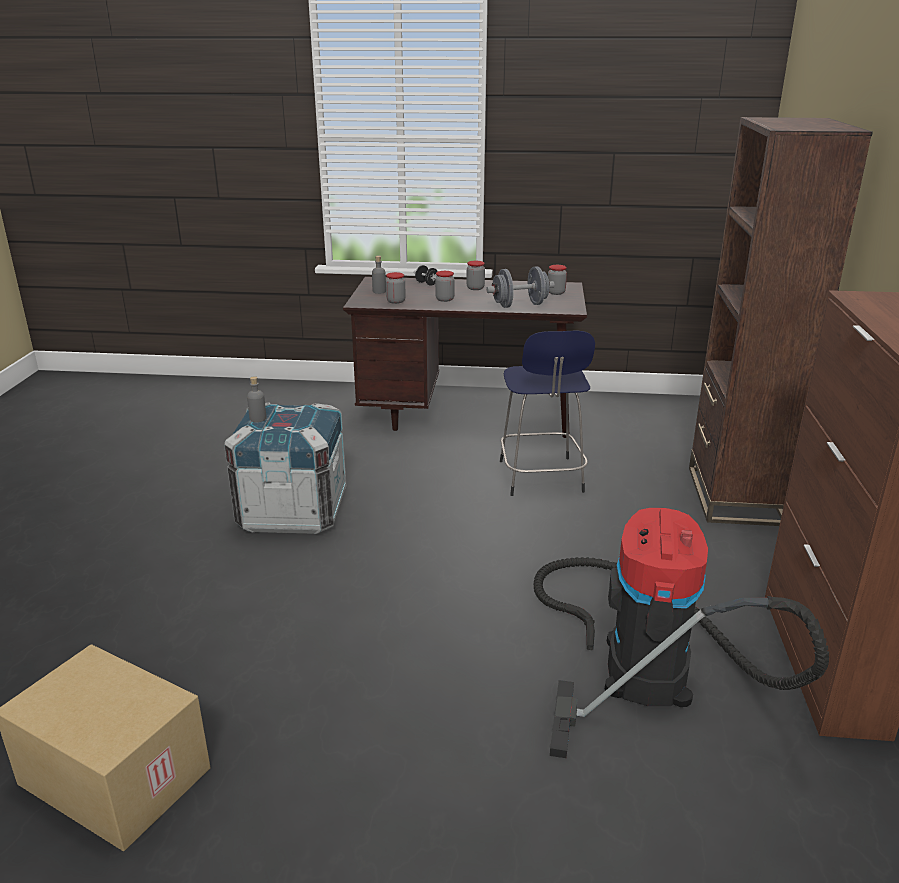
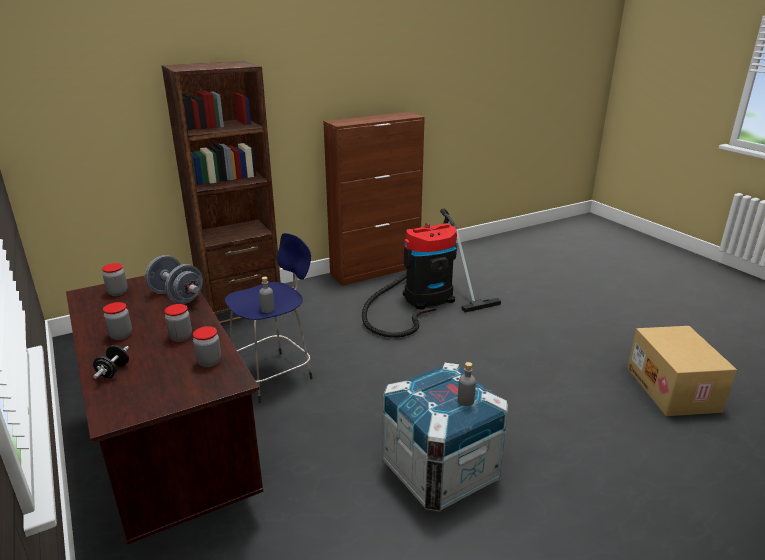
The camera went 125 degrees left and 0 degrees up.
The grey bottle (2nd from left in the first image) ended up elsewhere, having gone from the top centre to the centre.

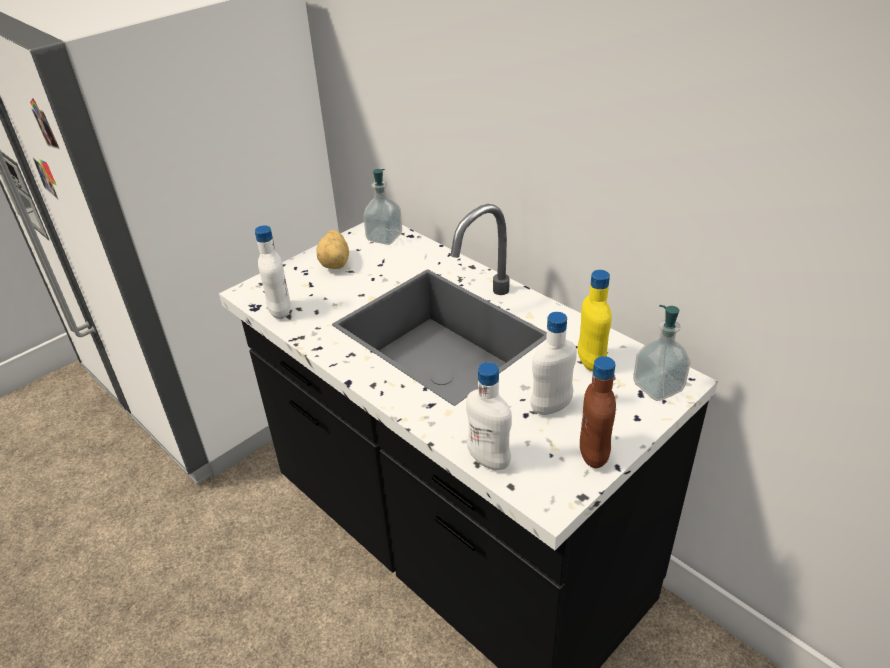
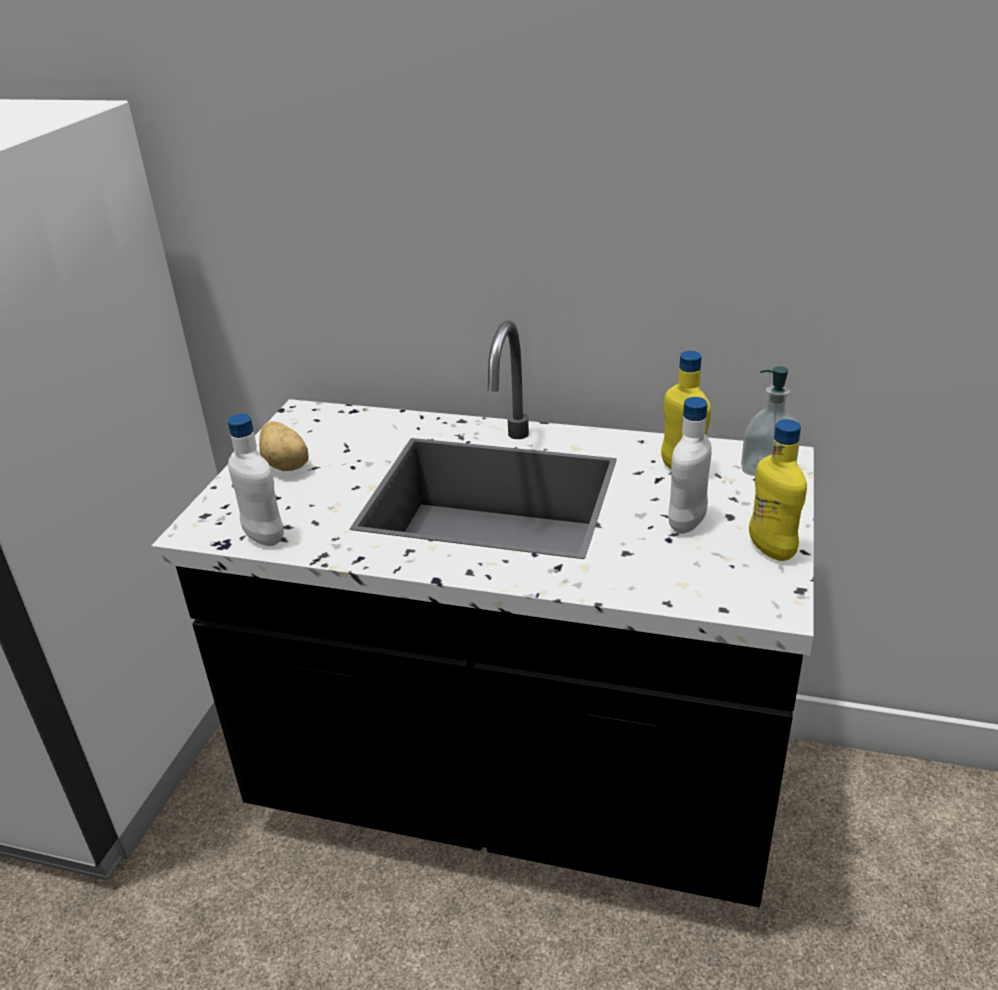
The camera went 30 degrees left and 5 degrees down.
The second view lost the soap dispenser (1st from left) at the top centre.
The second view lost the white bottle (2nd from left) at the centre.
What was the brown bottle at the middle right turned into the yellow bottle (2nd from left) at the middle right.

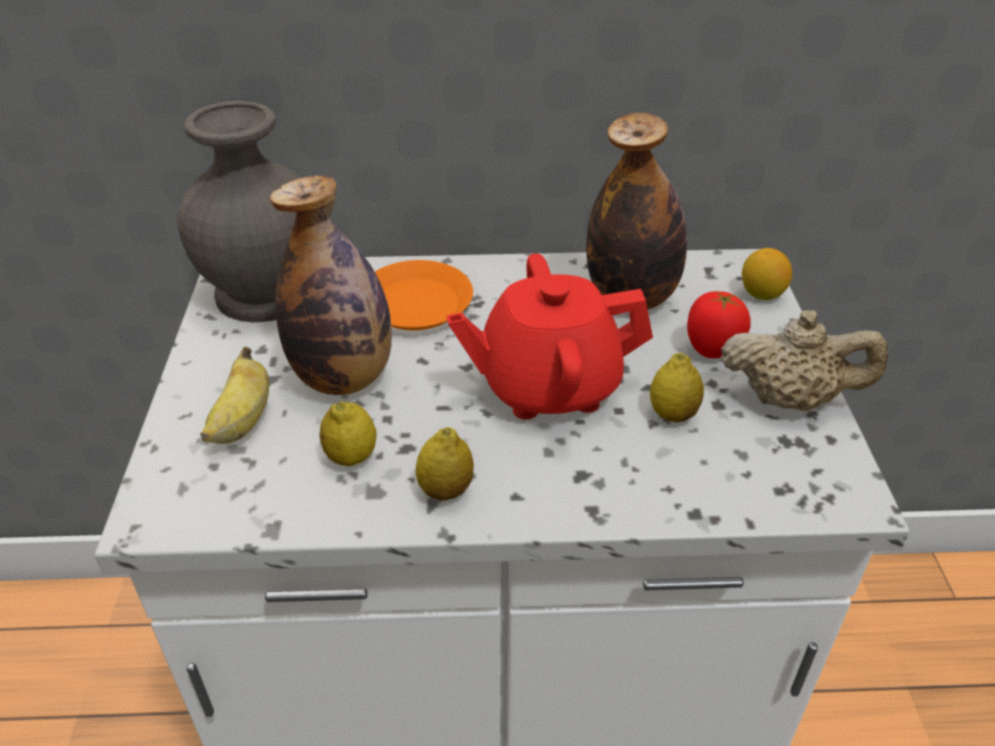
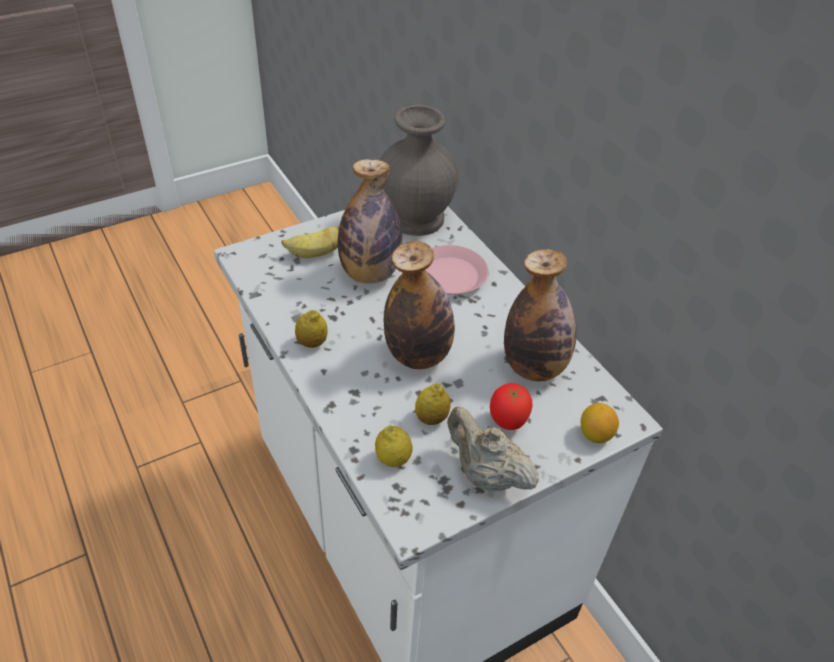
The camera went 60 degrees right and 5 degrees up.
The lemon (1st from left in the first image) ended up elsewhere, having gone from the centre to the bottom centre.
What was the orange plate at the centre turned into the pink plate at the centre.
Where the red teapot stood at the centre, the bottle (2nd from left) came to stand at the centre.
The beige teapot at the middle right ended up facing another way, 150 degrees clockwise from before.

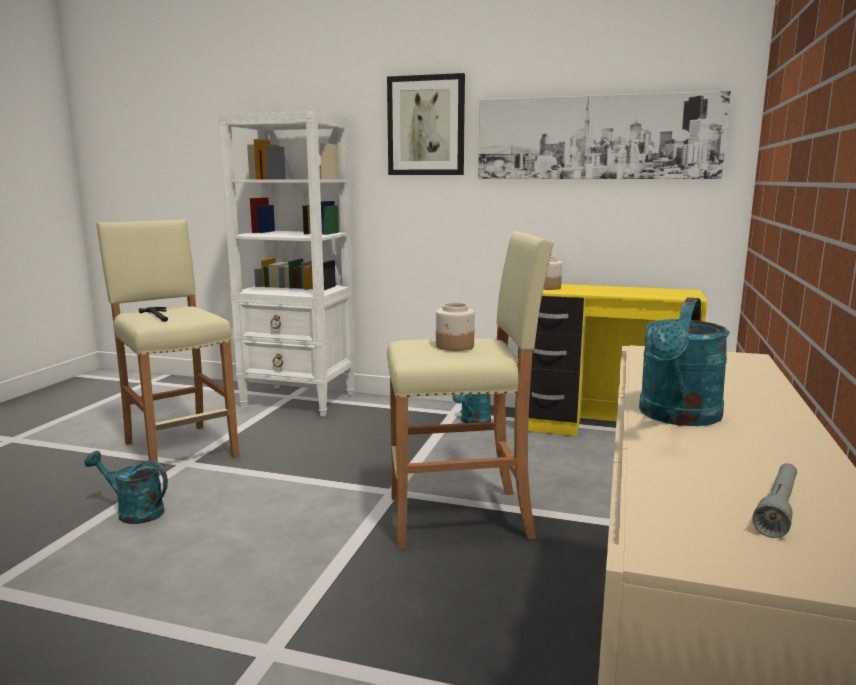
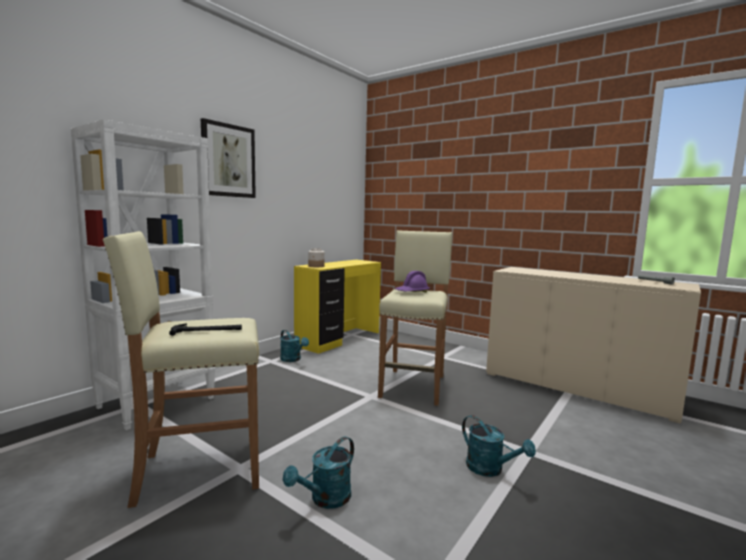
The camera went 70 degrees left and 5 degrees down.
Where the jar (1st from left) stood at the centre, the purple hard hat came to stand at the centre.
The second view lost the picture (2nd from left) at the top right.
The turquoise watering can (3rd from left) ended up elsewhere, having gone from the middle right to the bottom right.

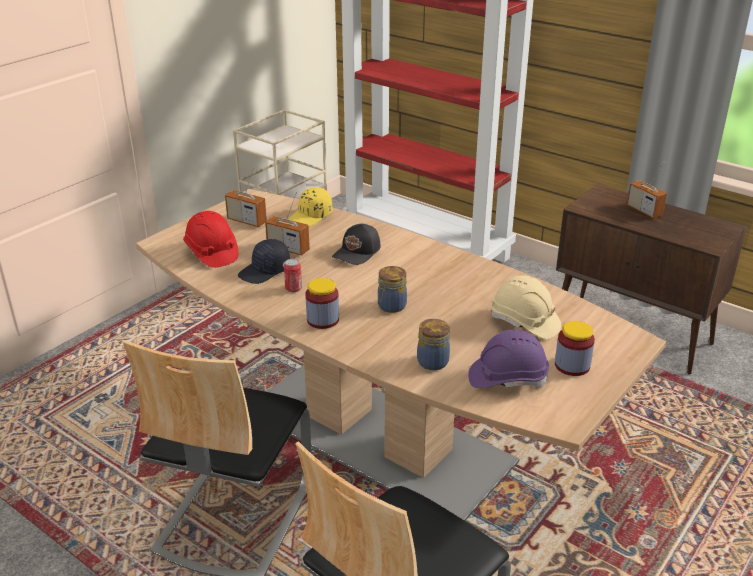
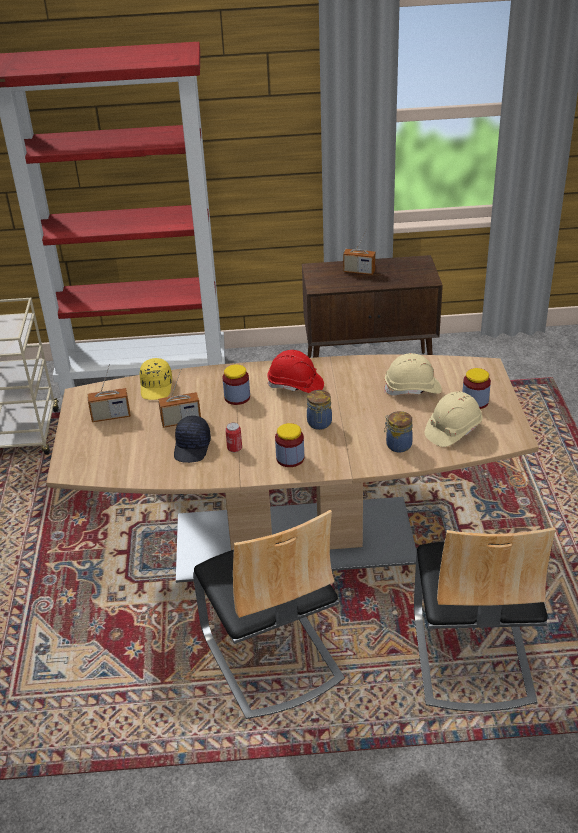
The camera went 40 degrees left and 5 degrees up.
The red hard hat ended up elsewhere, having gone from the middle left to the centre.
Where the black cap (2nd from left) stood at the centre, the jar (1st from left) came to stand at the centre.
What was the purple hard hat at the middle right turned into the beige hard hat (2nd from left) at the middle right.

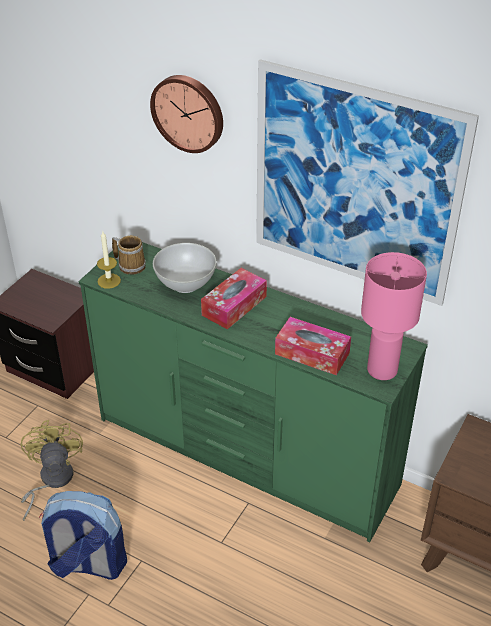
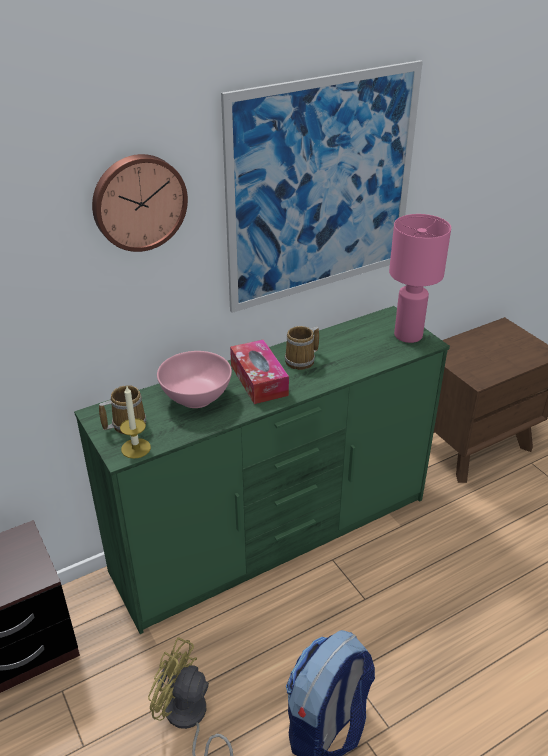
The camera went 60 degrees left and 5 degrees down.
What was the white bowl at the centre turned into the pink bowl at the centre.
The second view lost the tissue box (2nd from left) at the centre.
The second view gained the mug (2nd from left) at the centre.

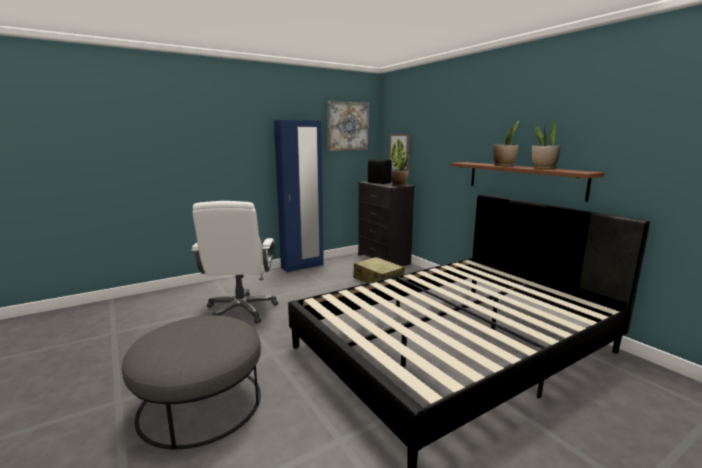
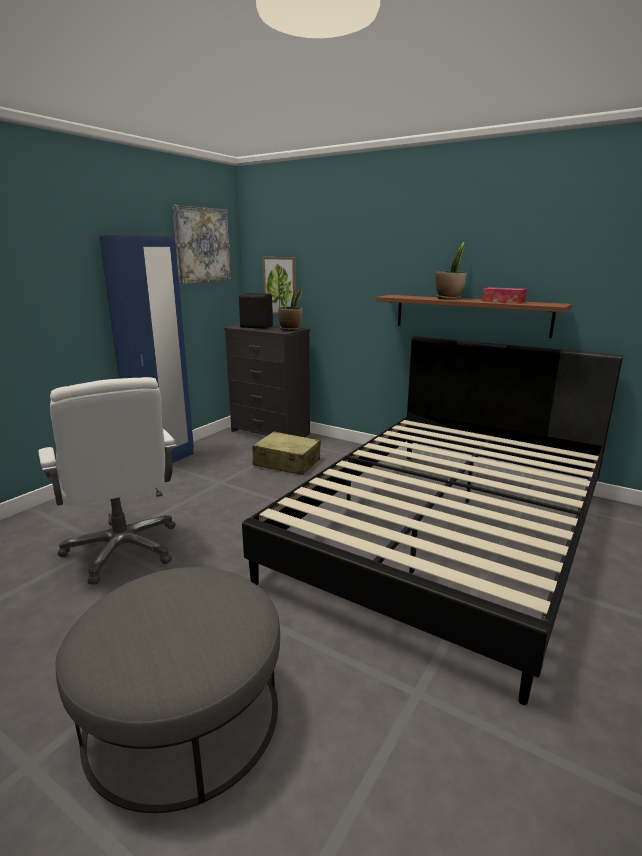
The camera went 25 degrees left and 5 degrees up.
Where the potted plant (3rd from left) stood at the top right, the tissue box came to stand at the middle right.

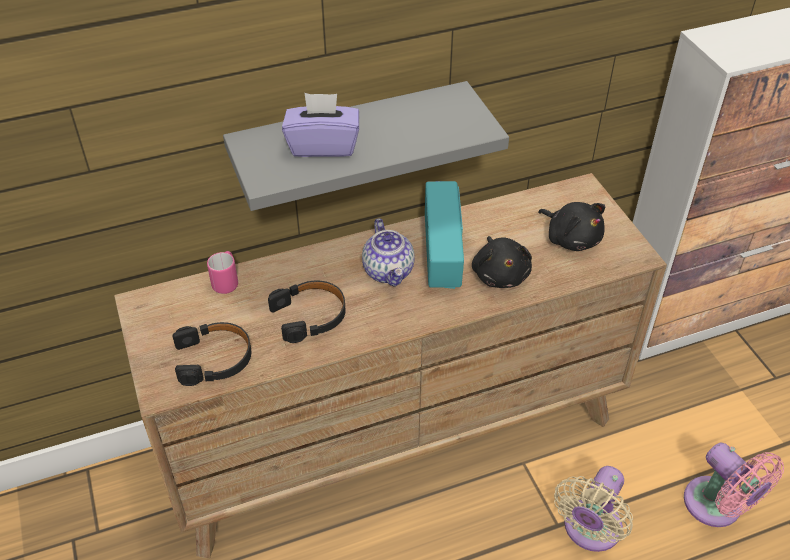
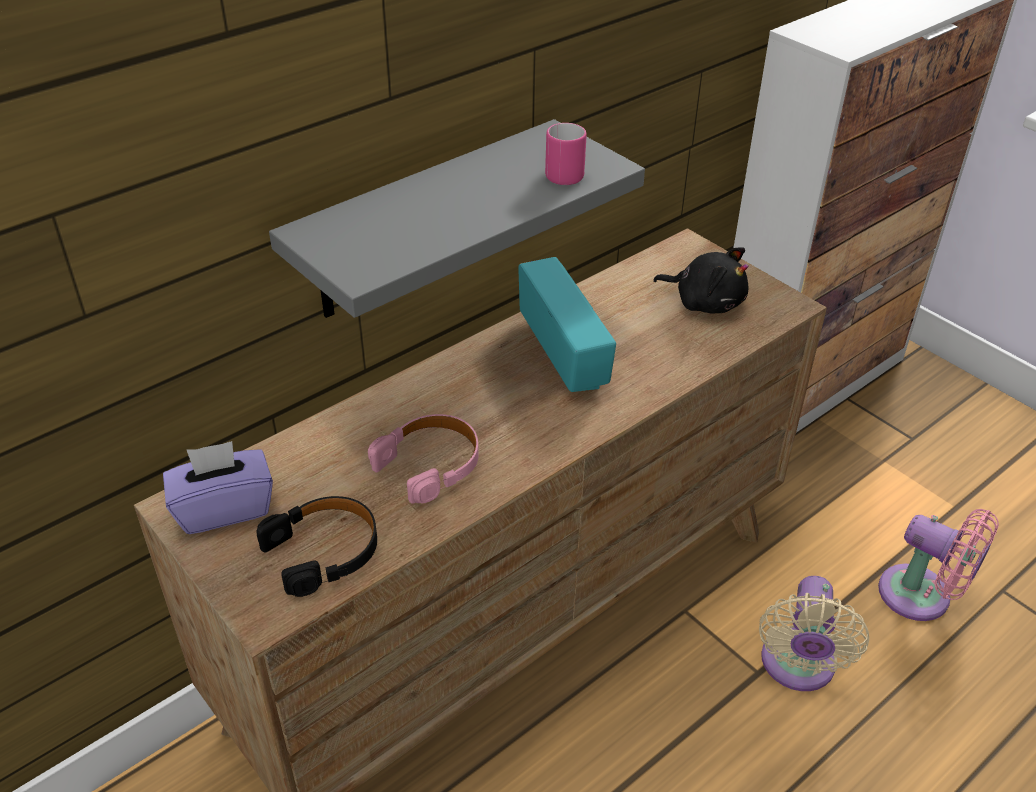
The camera went 20 degrees left and 5 degrees down.
The pink mug ended up elsewhere, having gone from the middle left to the top centre.
What was the black headphones (2nd from left) at the centre turned into the pink headphones at the centre.
The purple tissue box ended up elsewhere, having gone from the top centre to the middle left.
The second view lost the teapot at the centre.
The second view lost the black plush toy (1st from left) at the centre.

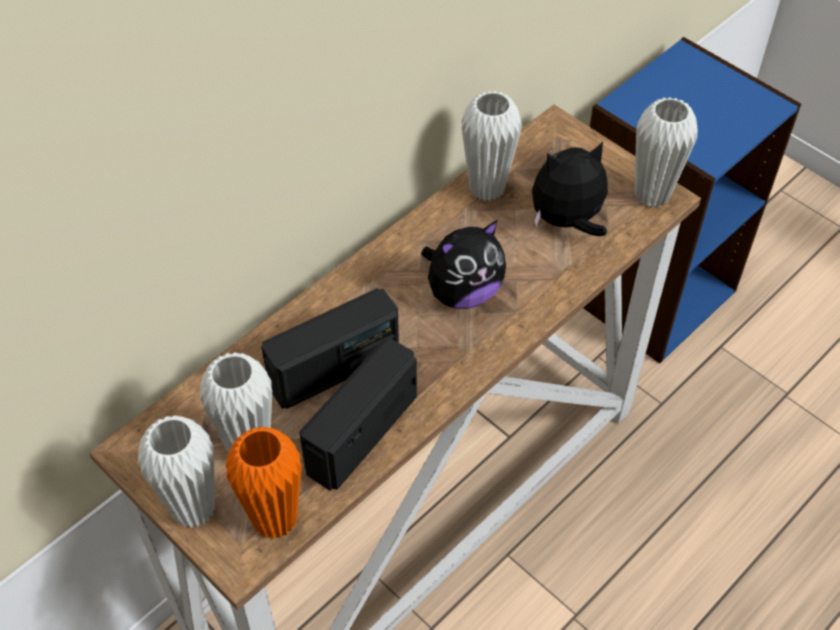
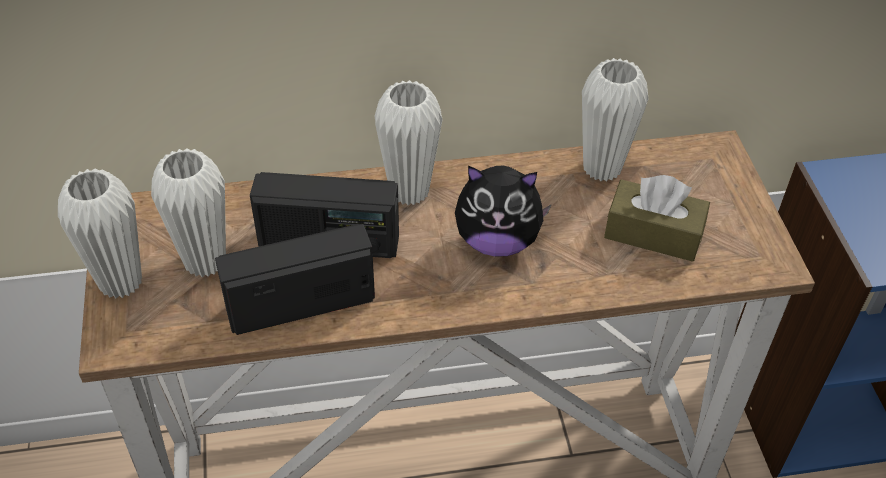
The camera went 35 degrees right and 5 degrees down.
The second view lost the orange vase at the bottom left.
Where the plush toy (2nd from left) stood at the top right, the brown tissue box came to stand at the middle right.
The white vase (4th from left in the first image) ended up elsewhere, having gone from the top right to the top centre.

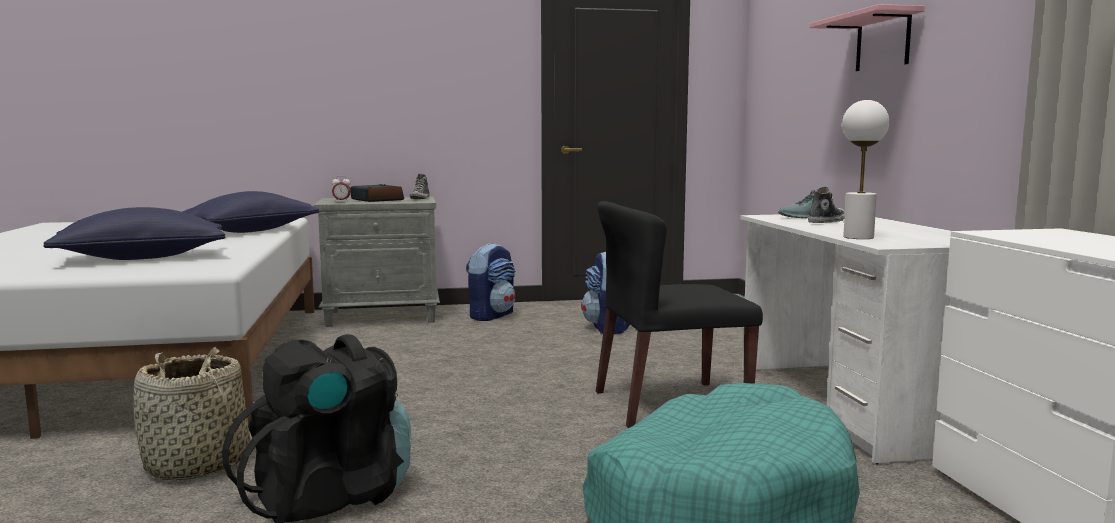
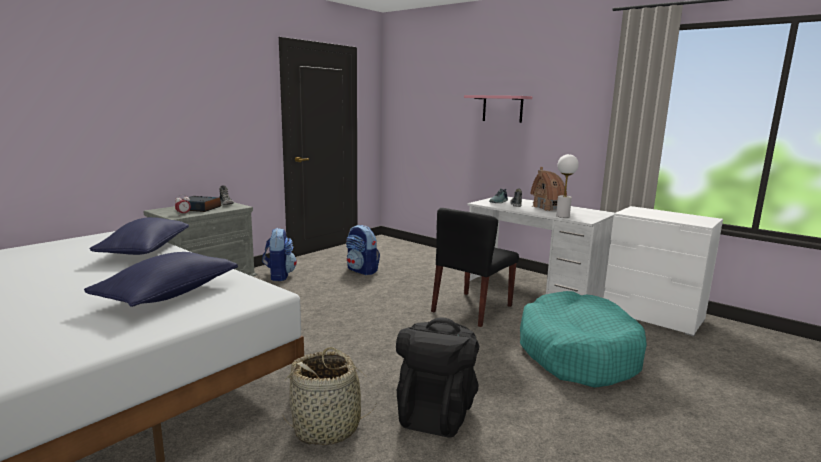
The camera went 40 degrees left and 5 degrees up.
The second view gained the toy house at the middle right.

